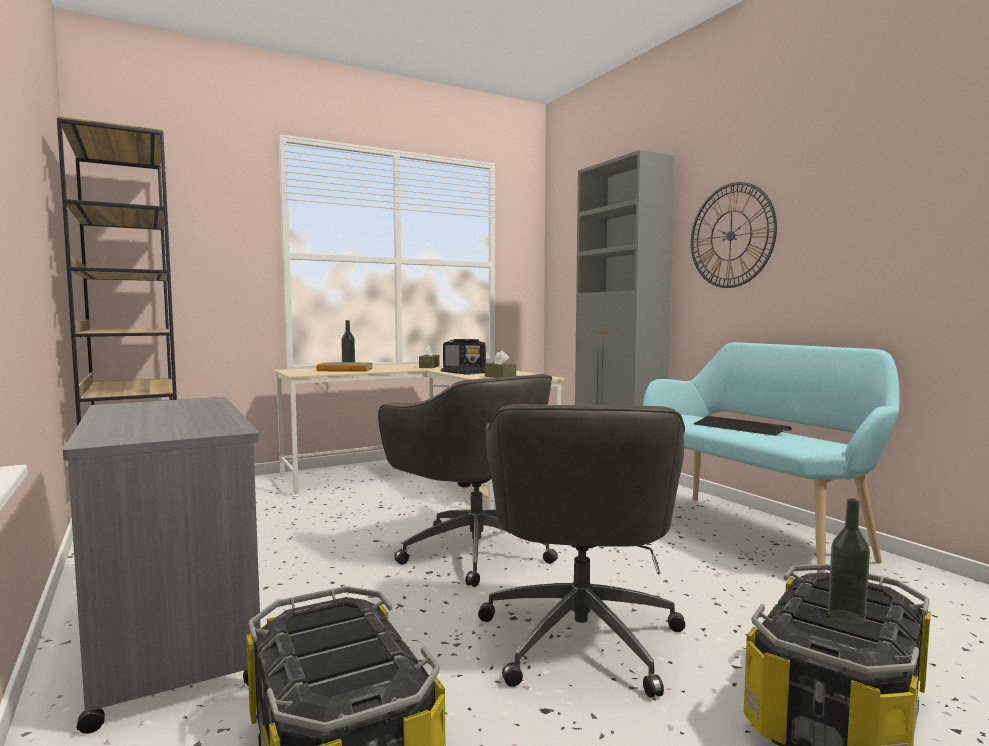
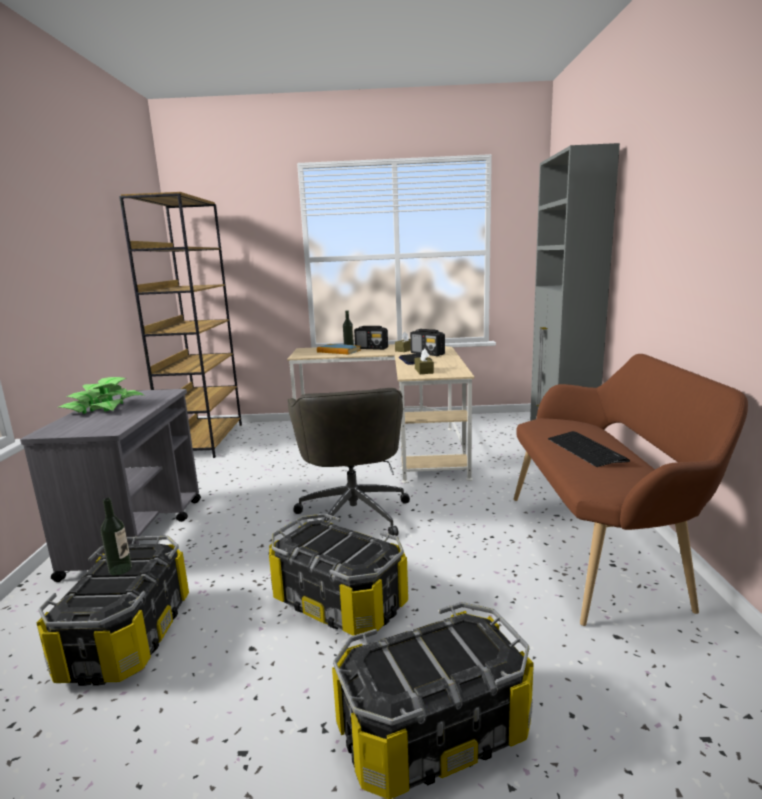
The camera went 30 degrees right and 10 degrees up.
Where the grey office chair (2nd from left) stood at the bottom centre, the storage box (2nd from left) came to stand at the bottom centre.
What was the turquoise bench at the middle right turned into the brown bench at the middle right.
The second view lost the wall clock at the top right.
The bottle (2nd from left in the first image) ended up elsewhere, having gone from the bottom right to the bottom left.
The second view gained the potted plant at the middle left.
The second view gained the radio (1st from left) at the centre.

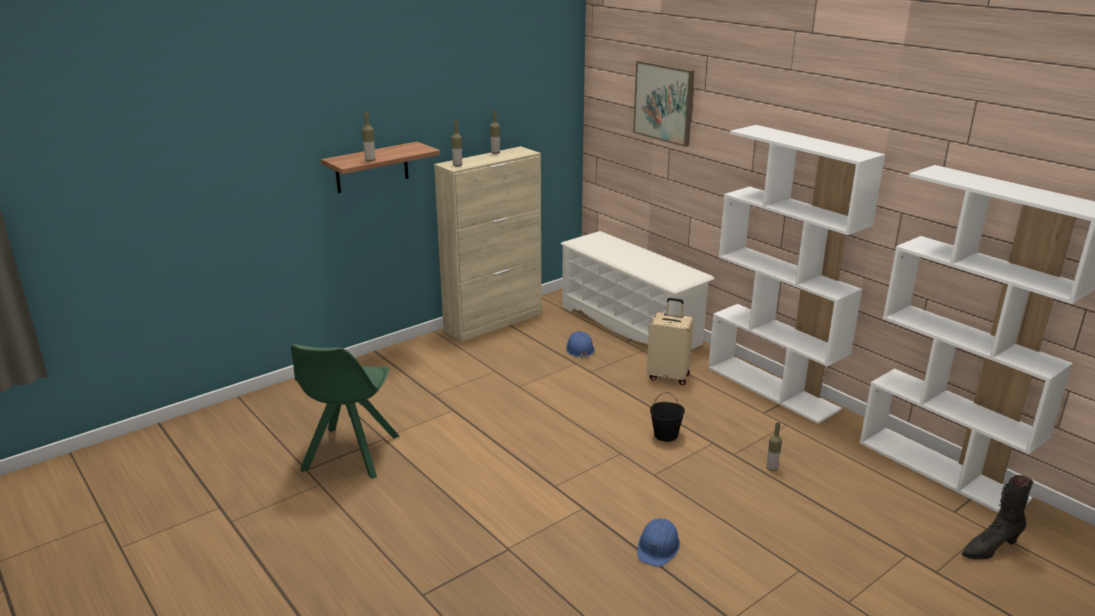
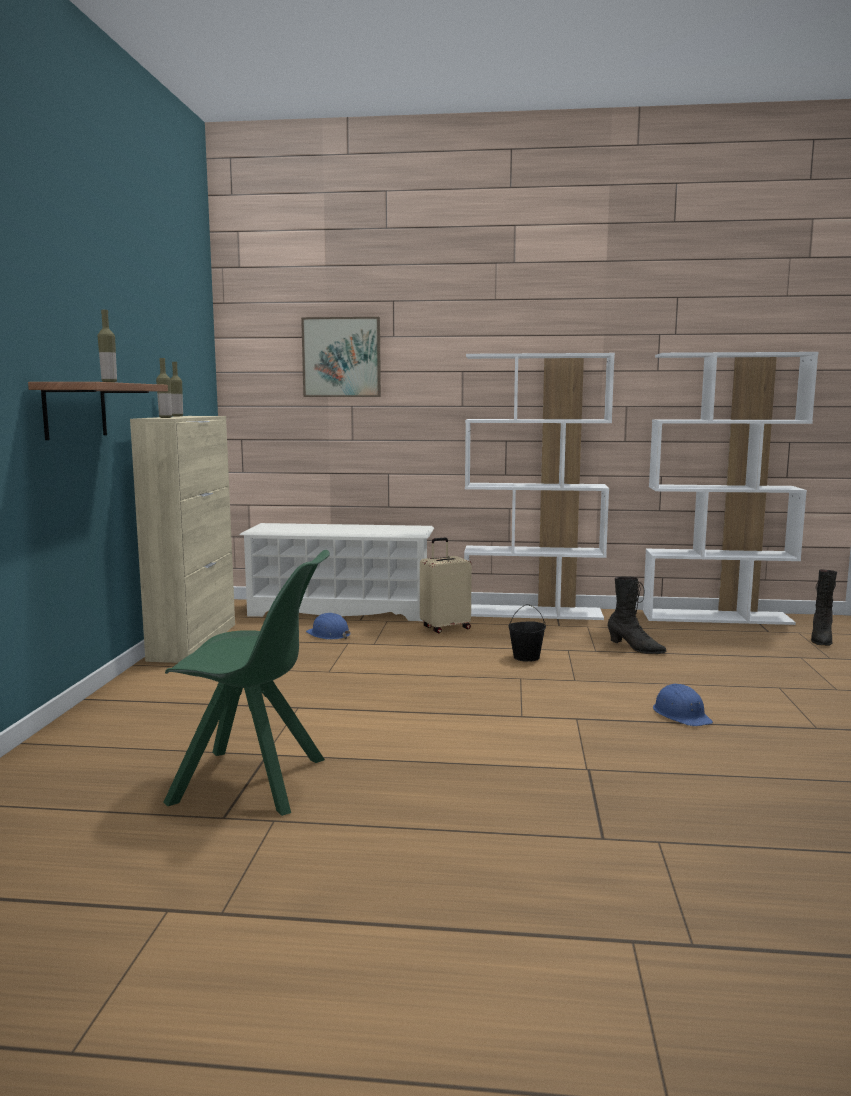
The camera went 45 degrees left and 15 degrees down.
The green chair at the bottom left ended up facing another way, 45 degrees counterclockwise from before.
Where the bottle (4th from left) stood at the bottom right, the black boot (1st from left) came to stand at the middle right.

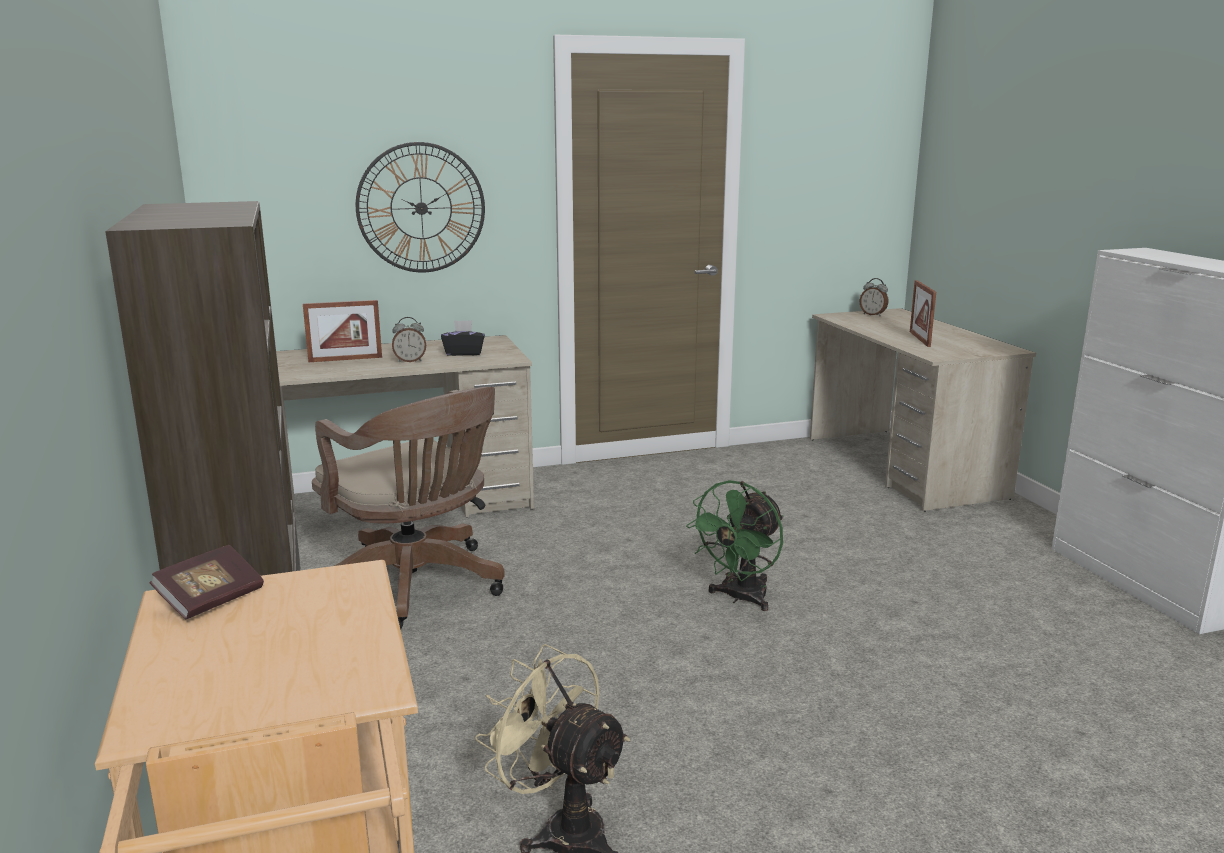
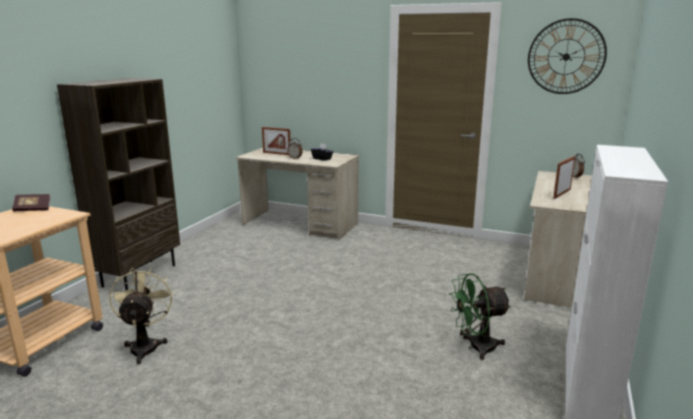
The camera went 40 degrees right and 0 degrees up.
The second view lost the brown office chair at the centre.
The wall clock ended up elsewhere, having gone from the top centre to the top right.
The green fan ended up elsewhere, having gone from the centre to the bottom right.

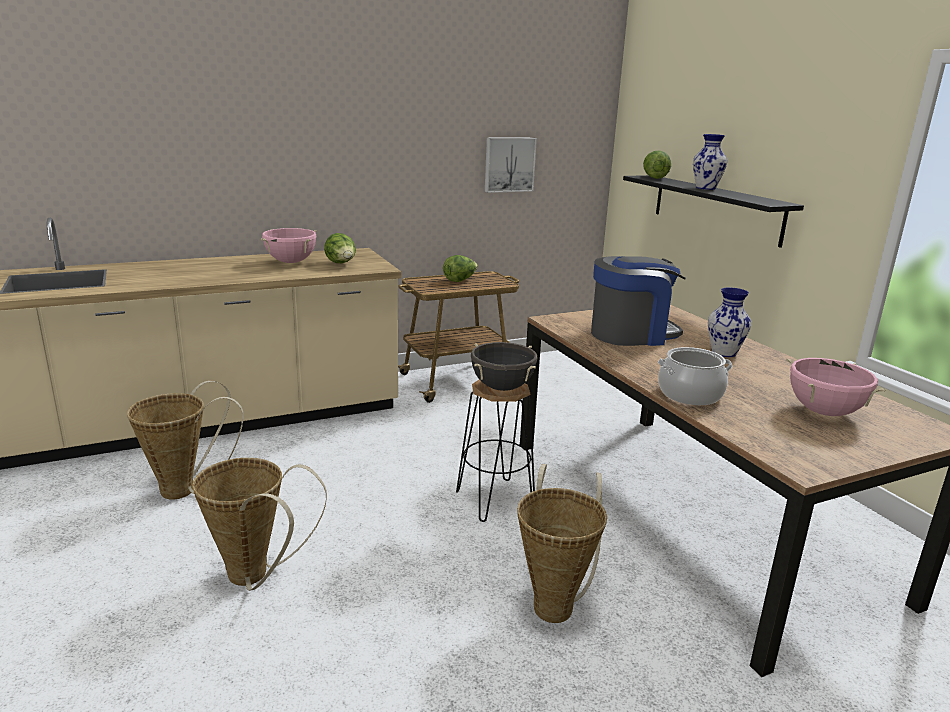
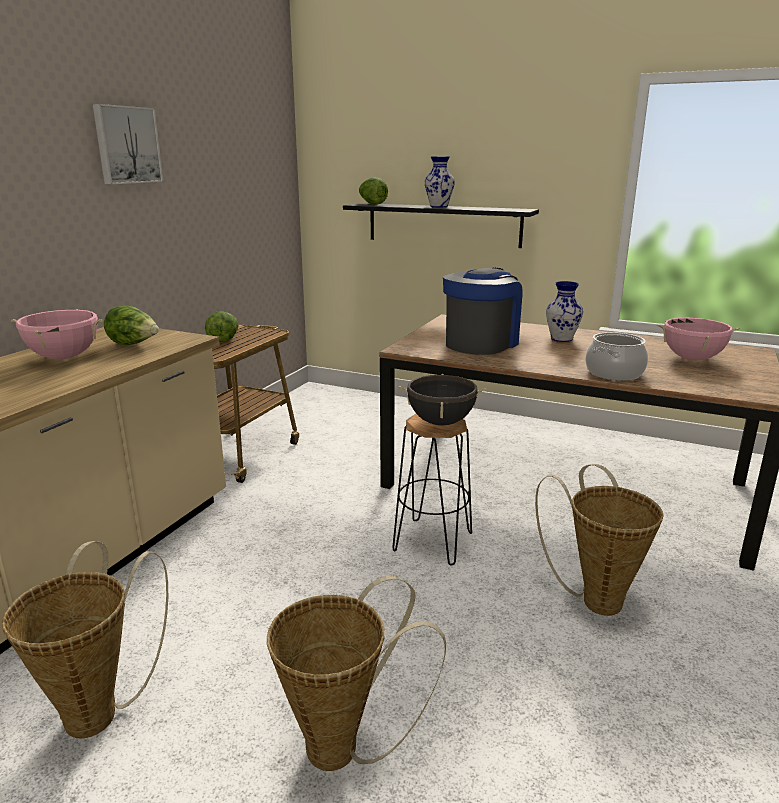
The camera went 40 degrees left and 0 degrees up.
The picture ended up elsewhere, having gone from the top centre to the top left.

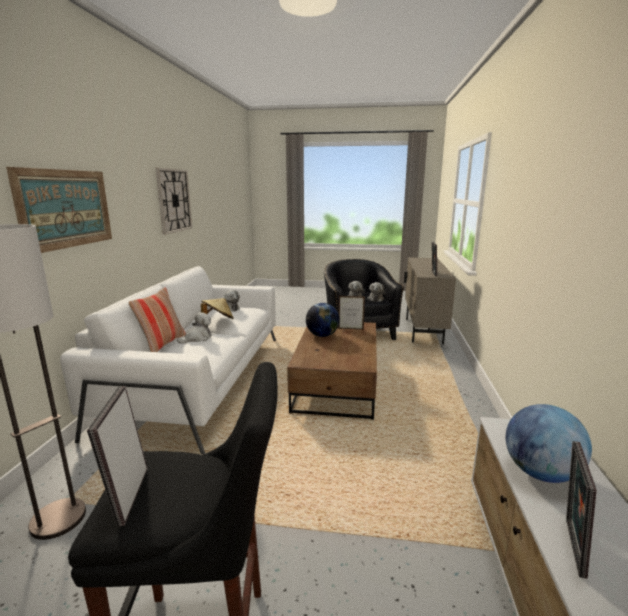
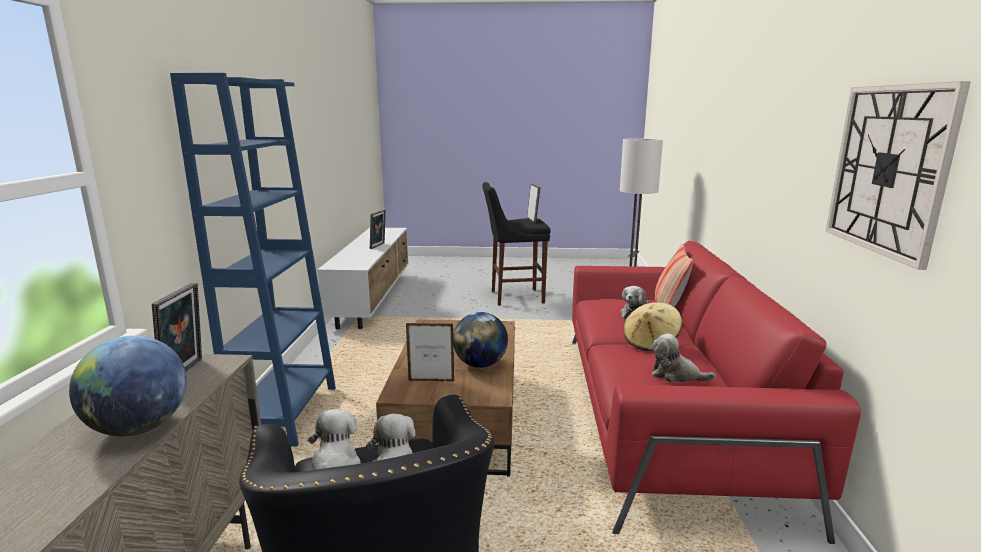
The camera went 175 degrees right and 0 degrees up.
The second view lost the picture at the middle left.
What was the white sofa at the middle left turned into the red sofa at the bottom right.
The globe (2nd from left in the first image) ended up elsewhere, having gone from the bottom right to the bottom left.
The second view gained the blue bookcase at the middle left.

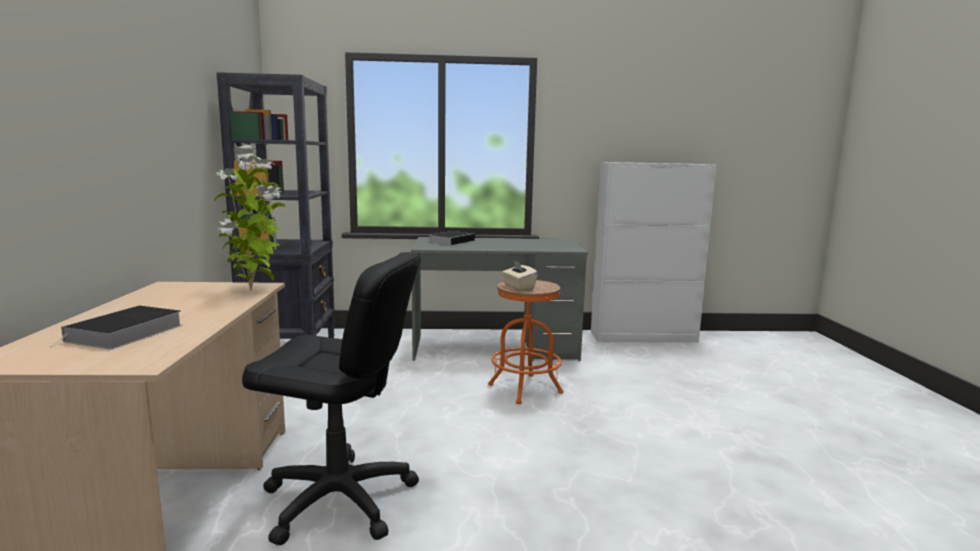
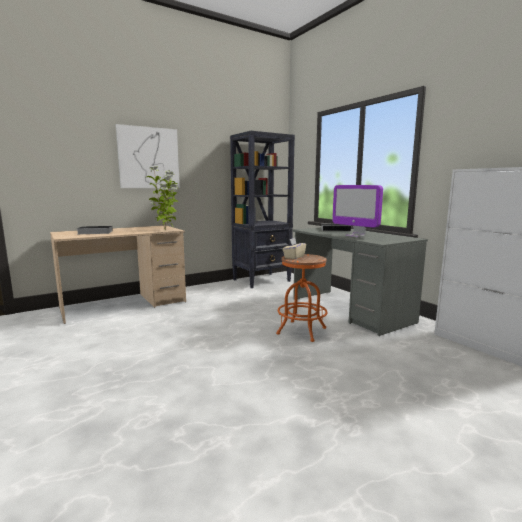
The camera went 60 degrees right and 0 degrees up.
The second view lost the black office chair at the bottom centre.
The second view gained the picture at the top left.
The second view gained the monitor at the middle right.

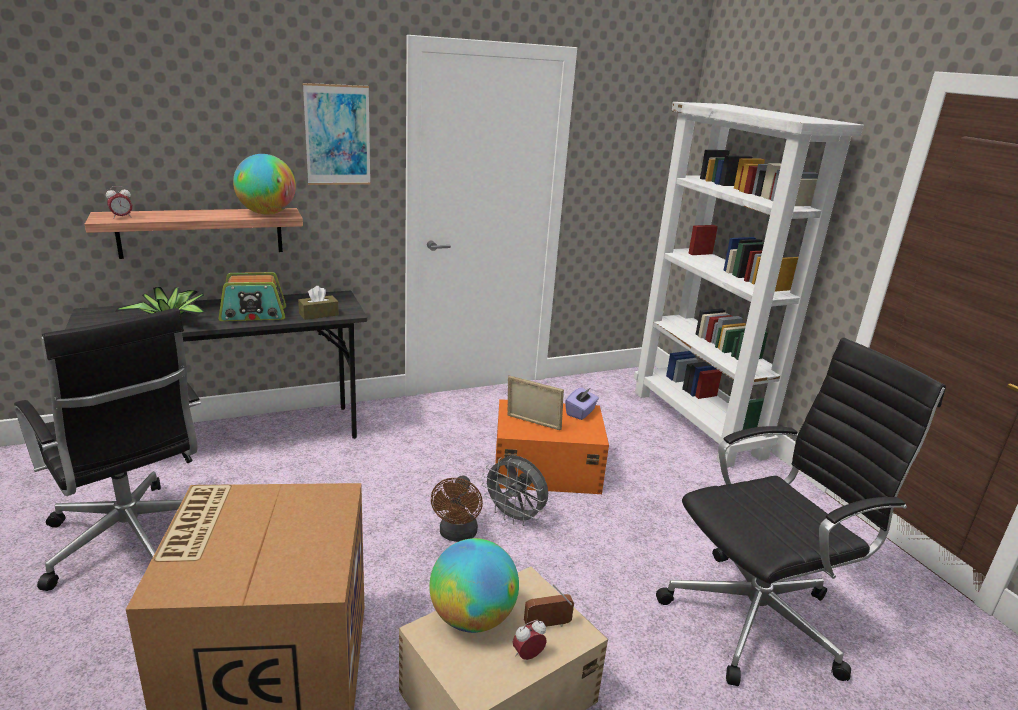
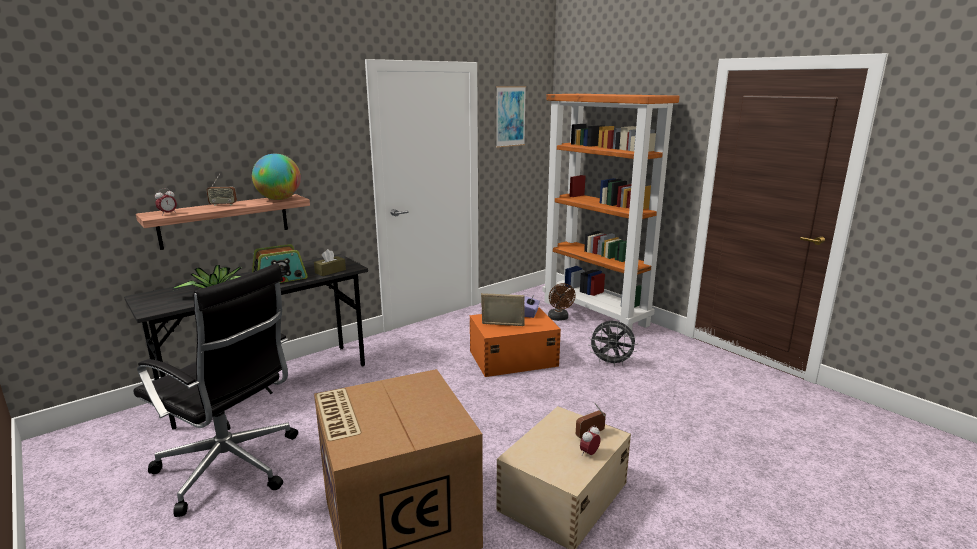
The camera went 15 degrees left and 5 degrees down.
The picture ended up elsewhere, having gone from the top left to the top centre.
The second view lost the globe (2nd from left) at the bottom centre.
The brown fan ended up elsewhere, having gone from the bottom centre to the centre.
The grey fan ended up elsewhere, having gone from the bottom centre to the centre.
What was the white bookcase at the middle right turned into the orange bookcase at the centre.
The second view lost the black office chair (2nd from left) at the bottom right.
The second view gained the radio (1st from left) at the middle left.

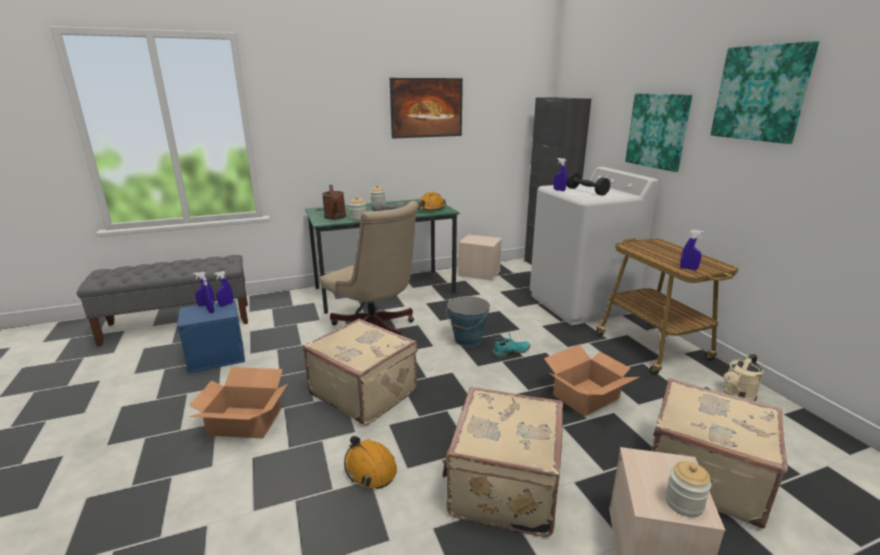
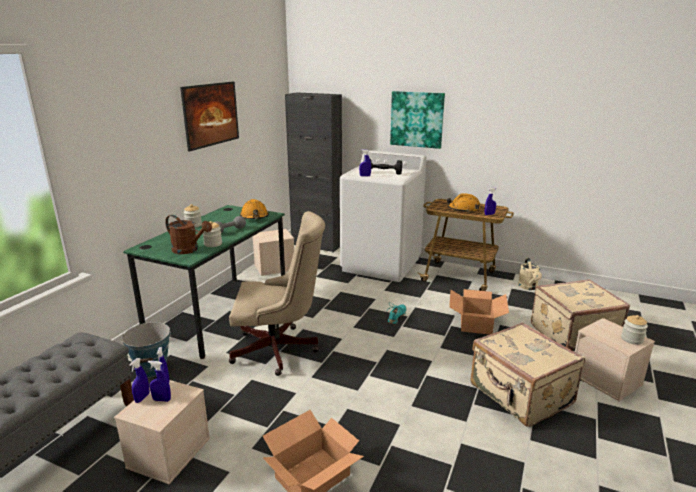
The camera went 45 degrees left and 0 degrees up.
What was the blue storage box at the middle left turned into the beige storage box (1st from left) at the bottom left.
The second view lost the beige suitcase (1st from left) at the bottom centre.
The orange hard hat (1st from left in the first image) ended up elsewhere, having gone from the bottom centre to the middle right.
The bucket ended up elsewhere, having gone from the centre to the bottom left.
The second view lost the picture (3rd from left) at the top right.

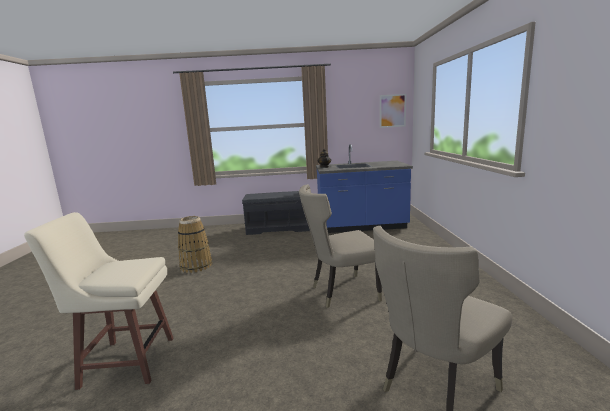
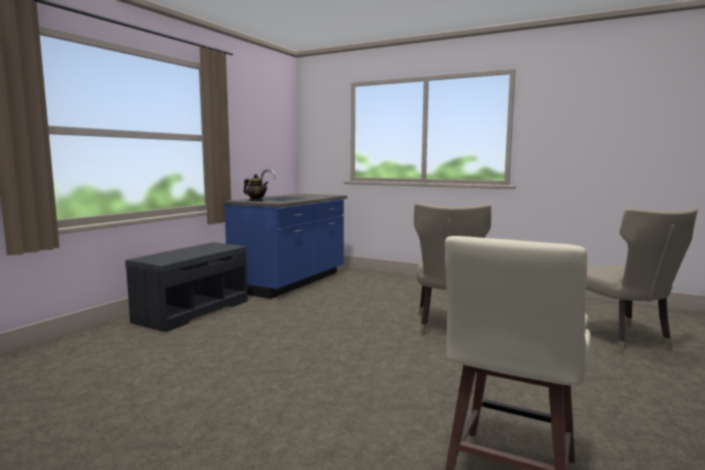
The camera went 60 degrees left and 5 degrees down.
The second view lost the basket at the middle left.
The second view lost the picture at the top centre.

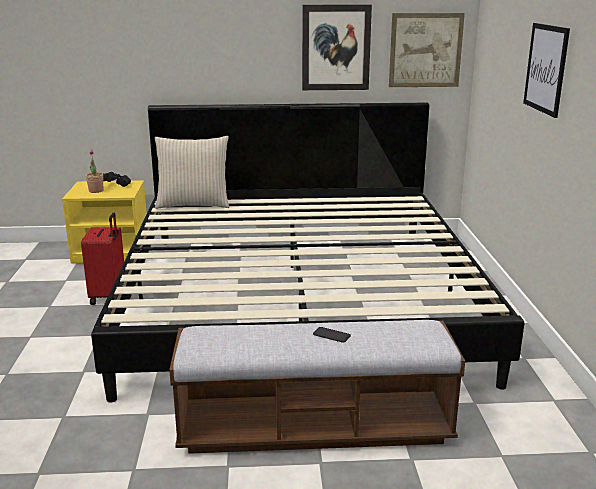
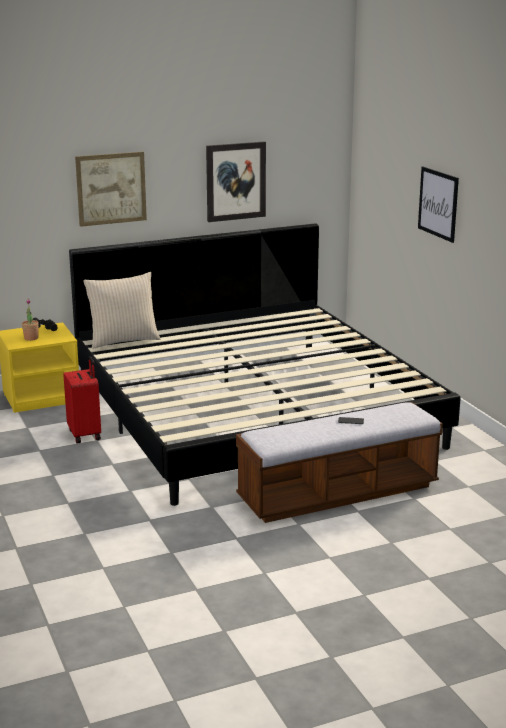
The camera went 20 degrees left and 0 degrees up.
The picture (2nd from left in the first image) ended up elsewhere, having gone from the top right to the top left.

